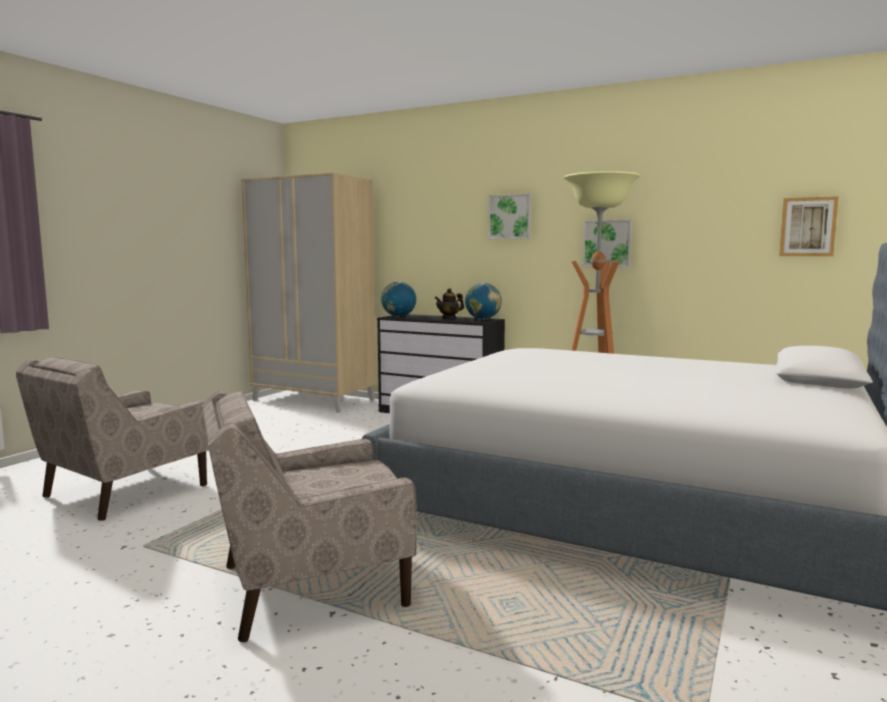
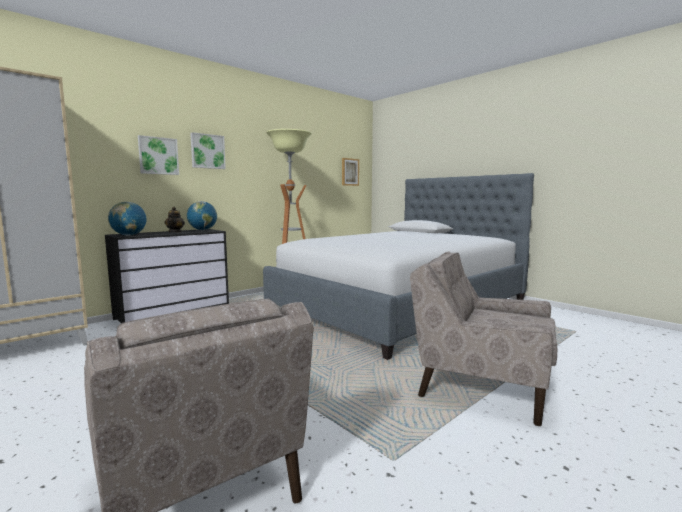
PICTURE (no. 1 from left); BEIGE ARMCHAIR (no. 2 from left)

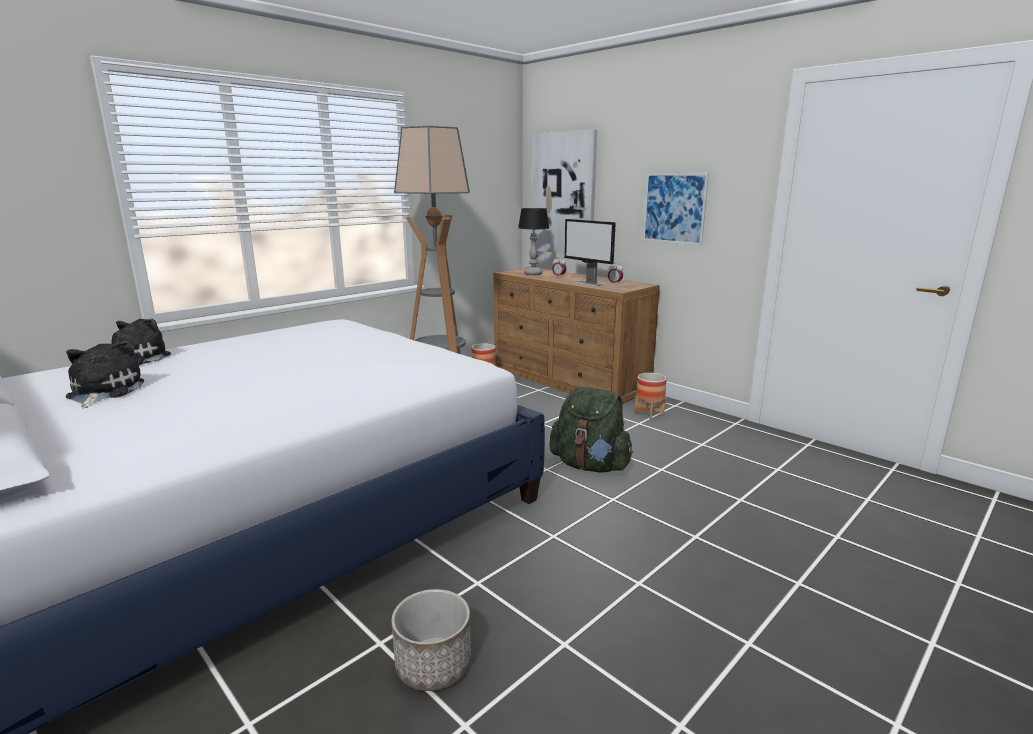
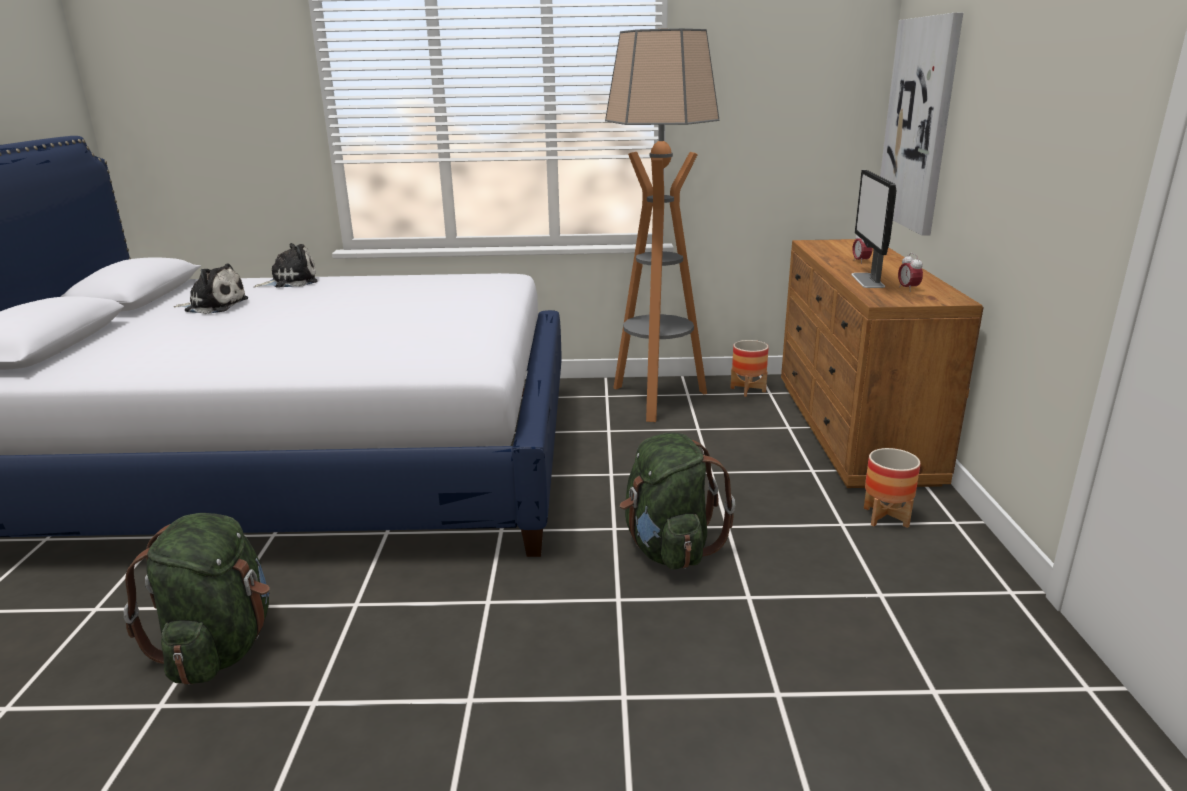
GREEN BACKPACK (no. 1 from left); PLUSH TOY (no. 1 from left); TABLE LAMP; PICTURE (no. 2 from left in the first image)

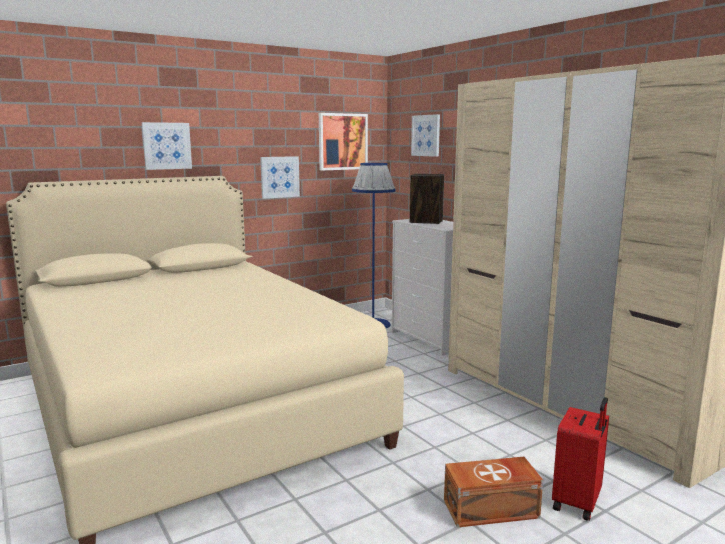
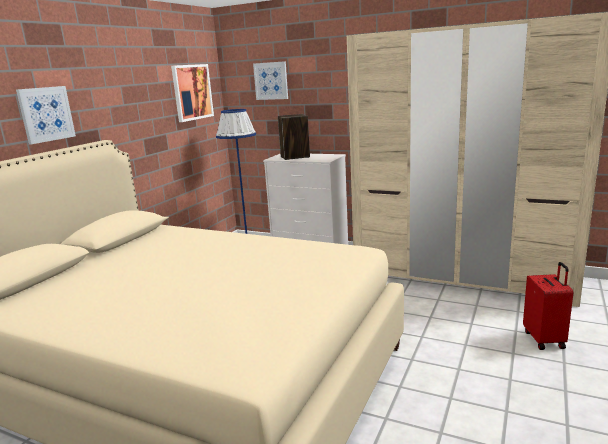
PICTURE (no. 2 from left in the first image); BROWN STORAGE BOX

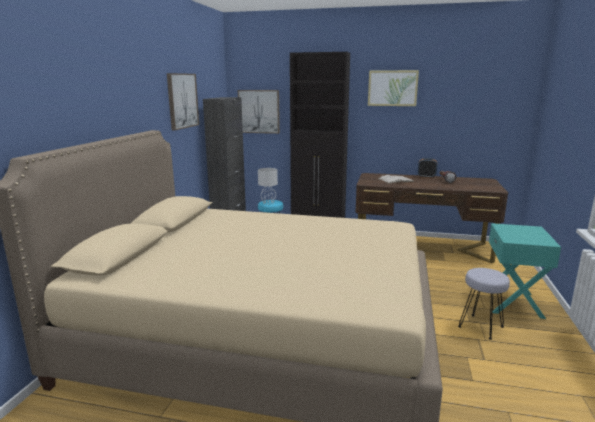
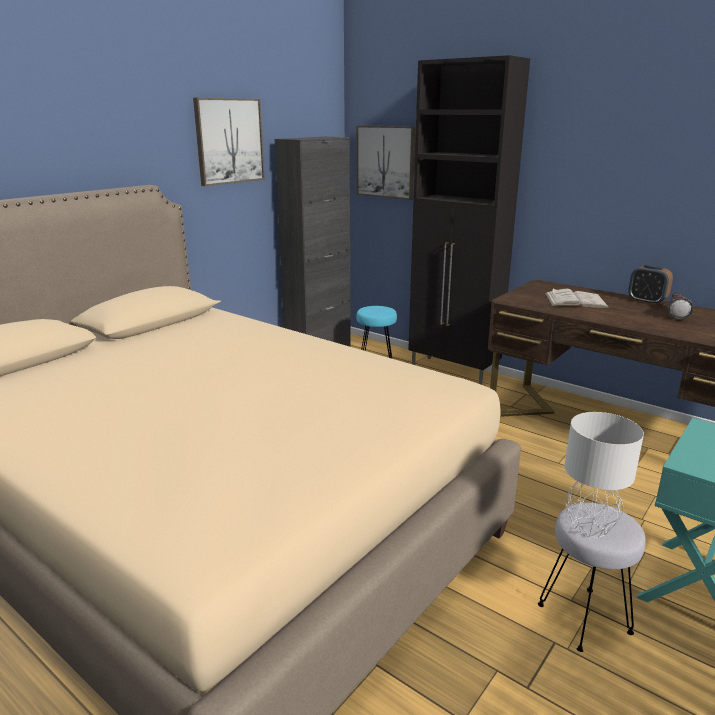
GREY TABLE LAMP; PICTURE (no. 3 from left in the first image)

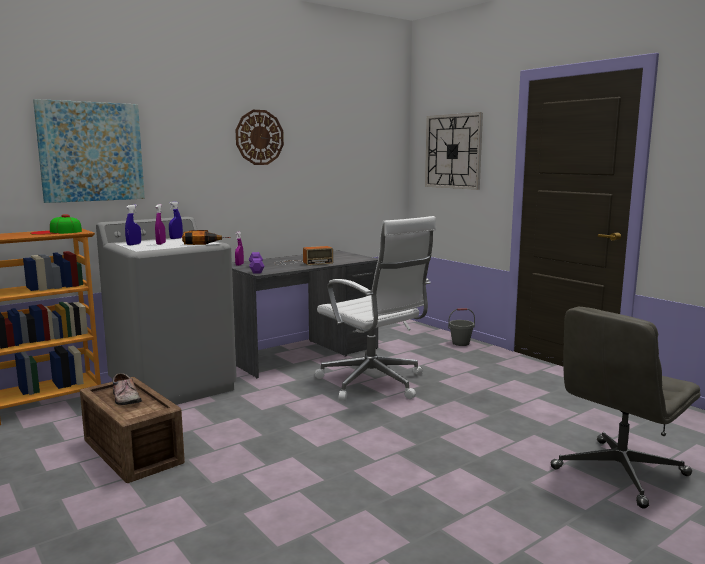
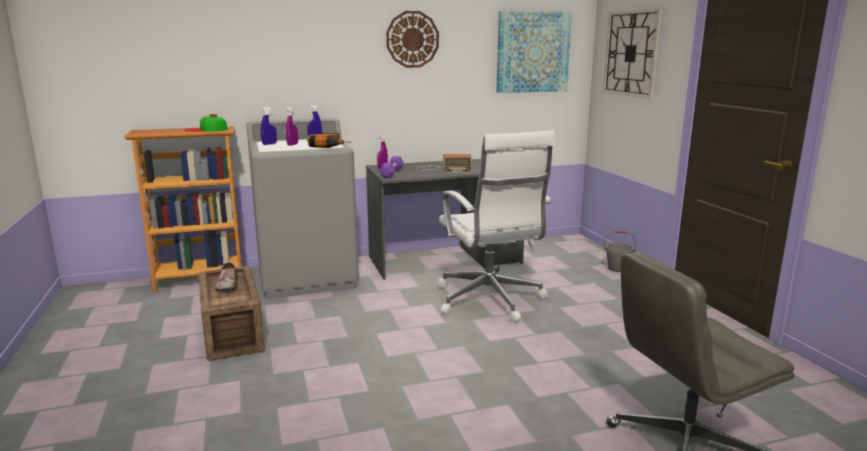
PICTURE

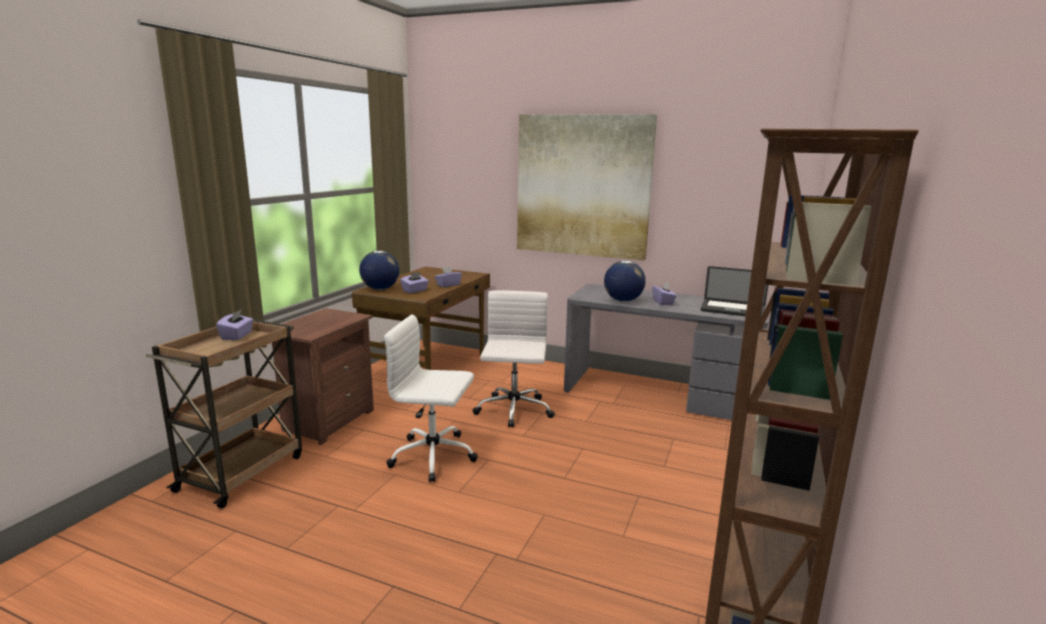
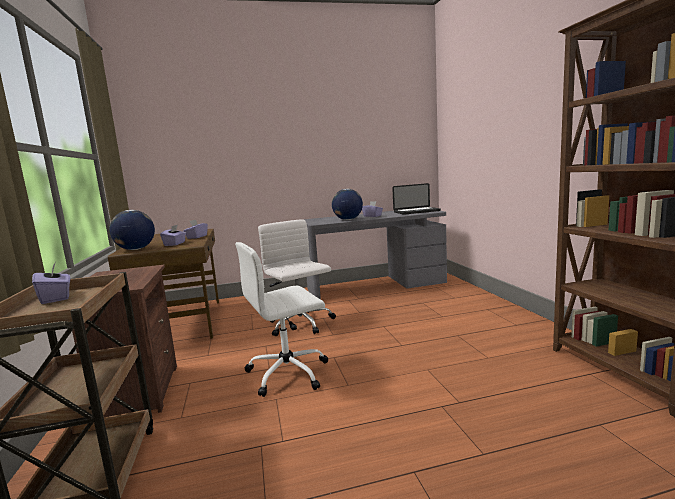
PICTURE

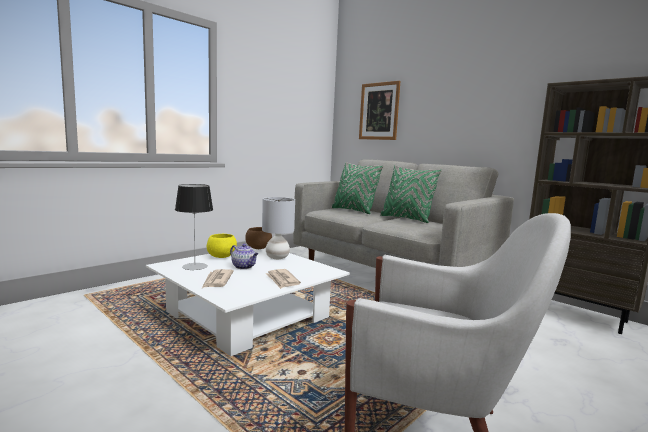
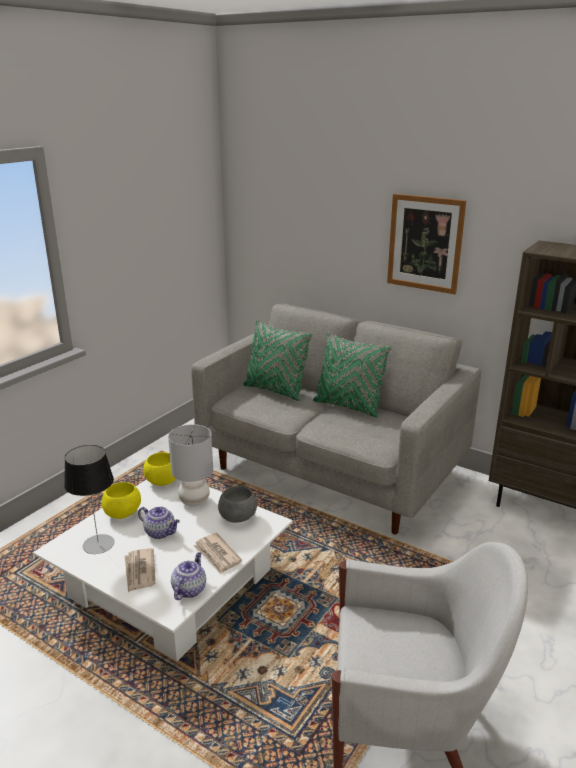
YELLOW BOWL (no. 2 from left); TEAPOT (no. 2 from left); GREY BOWL; PICTURE

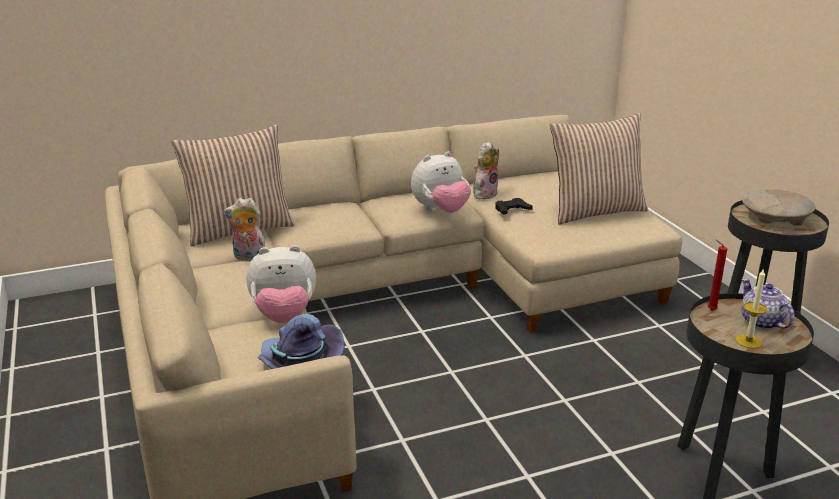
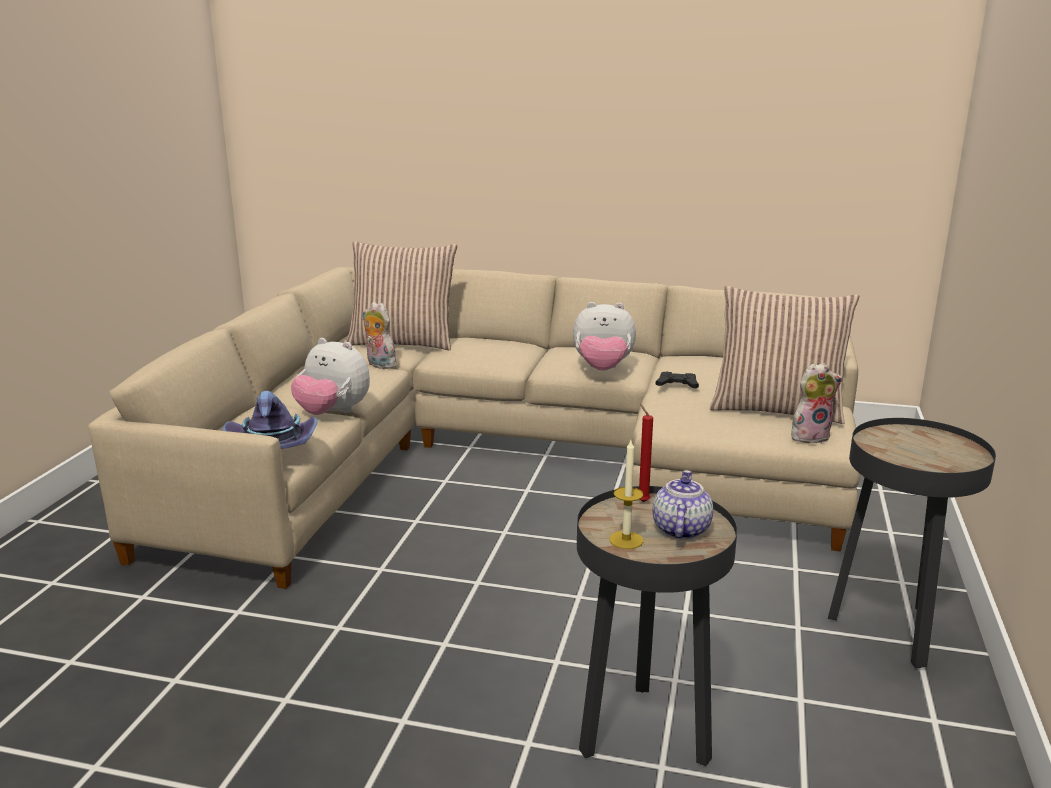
PLUSH TOY (no. 4 from left); BEIGE BOWL

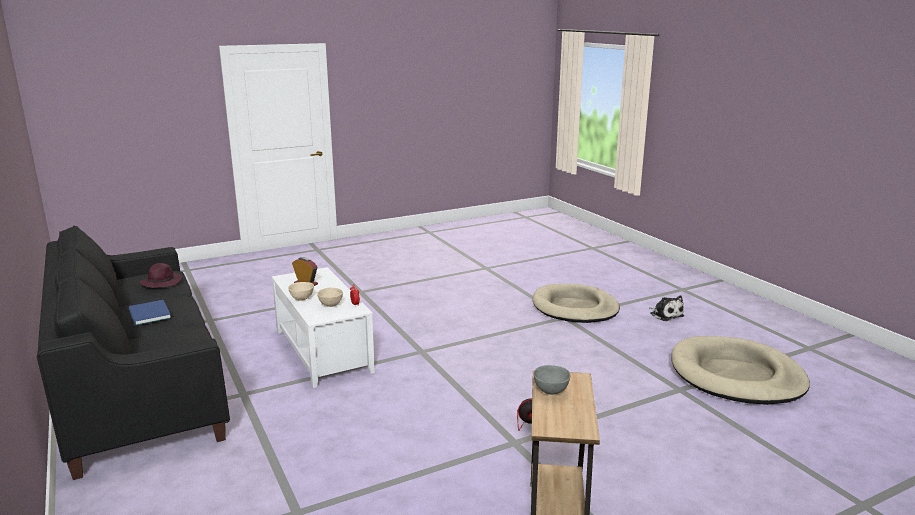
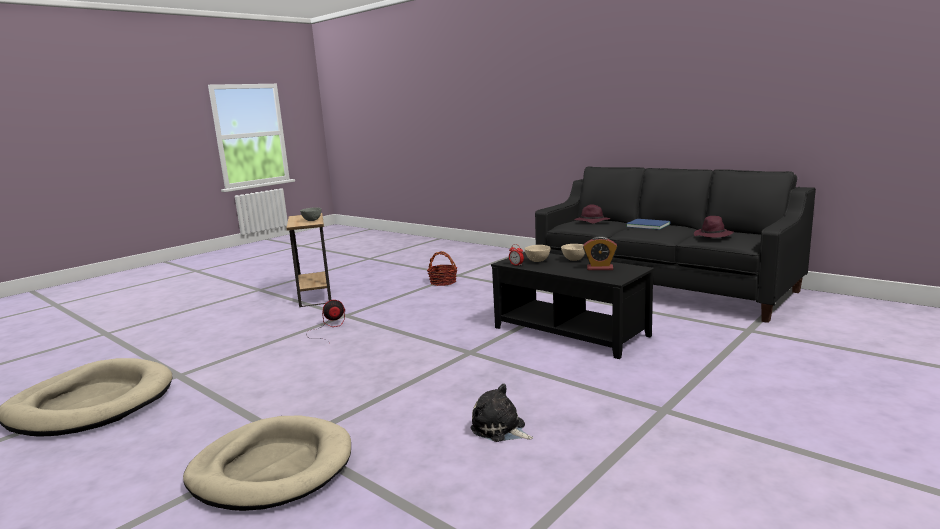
BASKET; PLUSH TOY; BLACK COFFEE TABLE; PURPLE HAT (no. 1 from left)

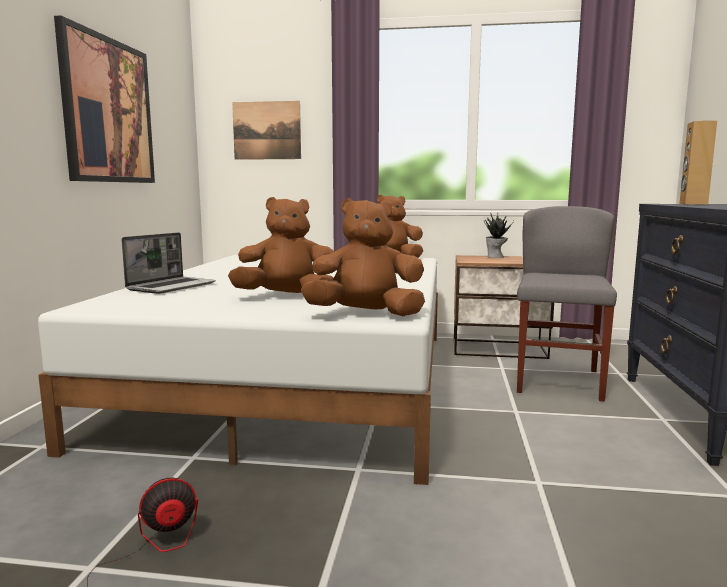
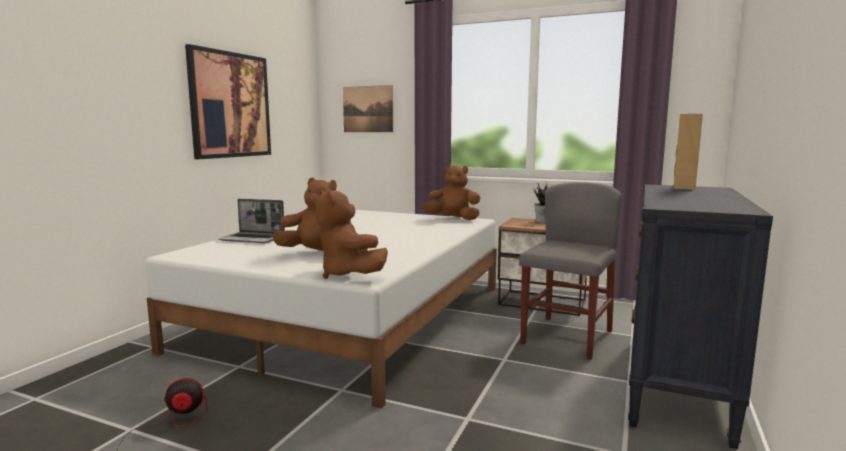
LAPTOP; BROWN PLUSH TOY (no. 2 from left)

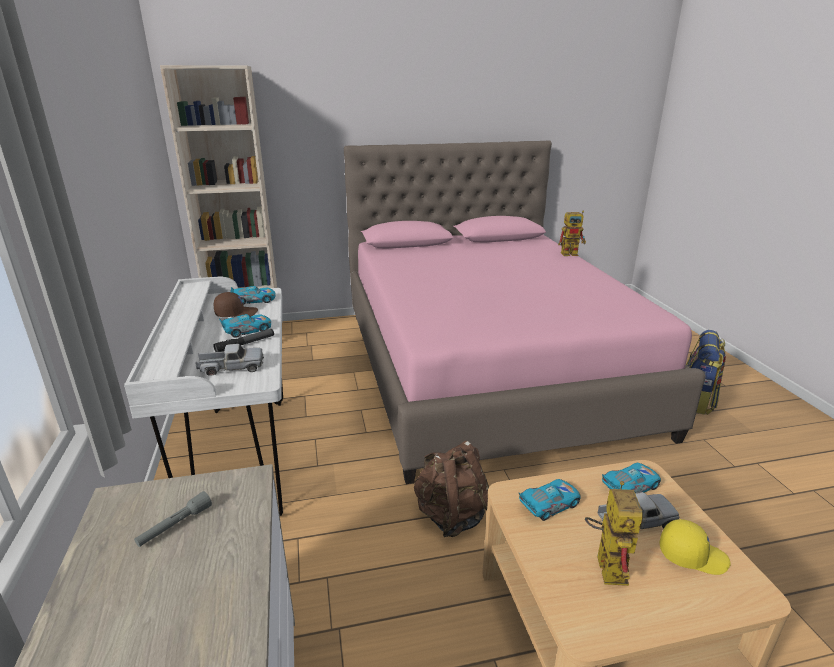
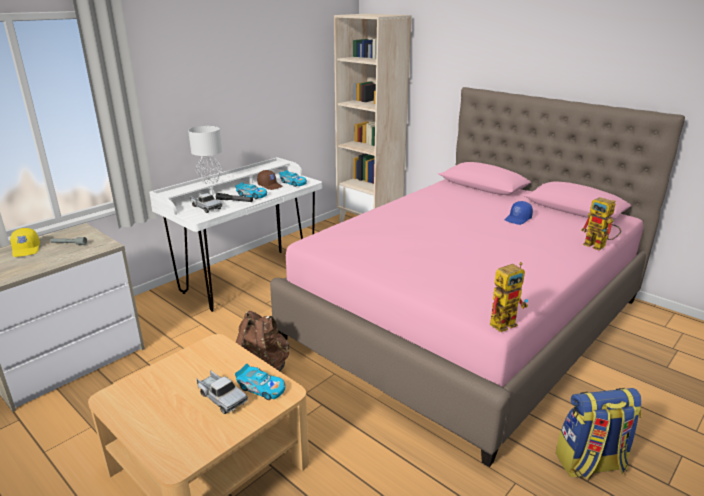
YELLOW CAP; GREY TABLE LAMP; TOY ROBOT (no. 1 from left); BLUE CAP; TOY CAR (no. 3 from left in the first image)

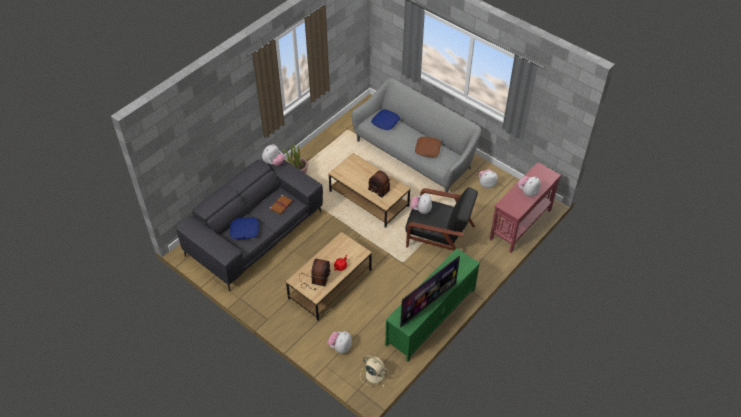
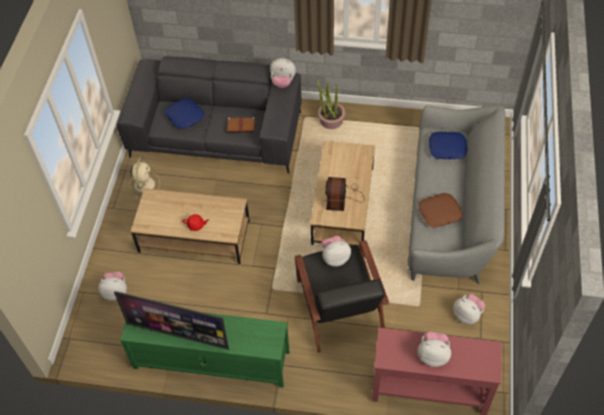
BEIGE FAN; RADIO (no. 1 from left in the first image)

